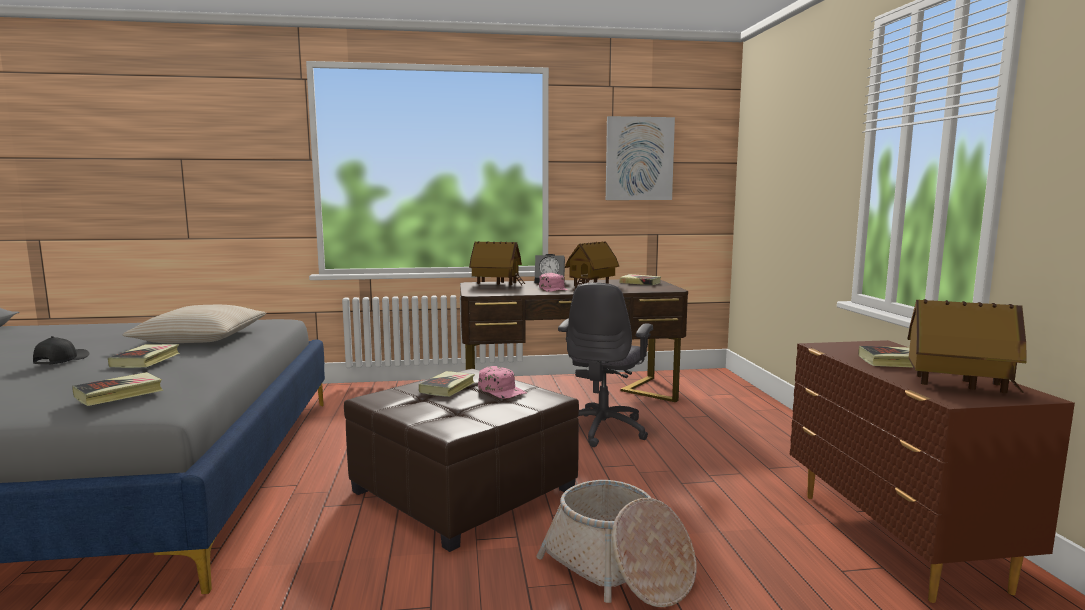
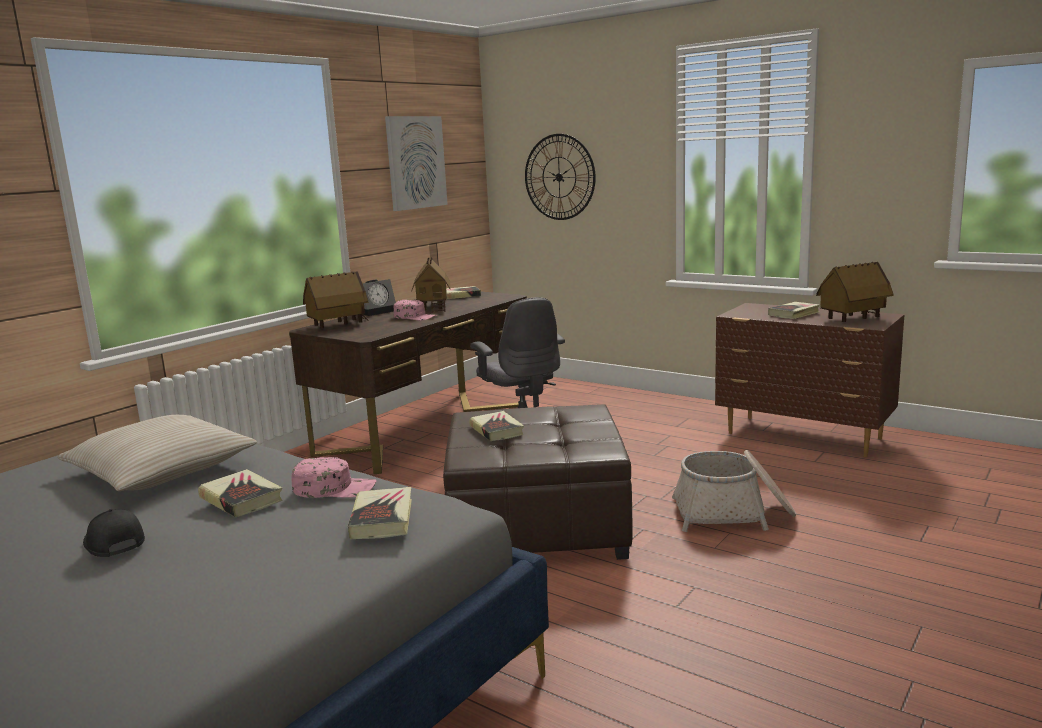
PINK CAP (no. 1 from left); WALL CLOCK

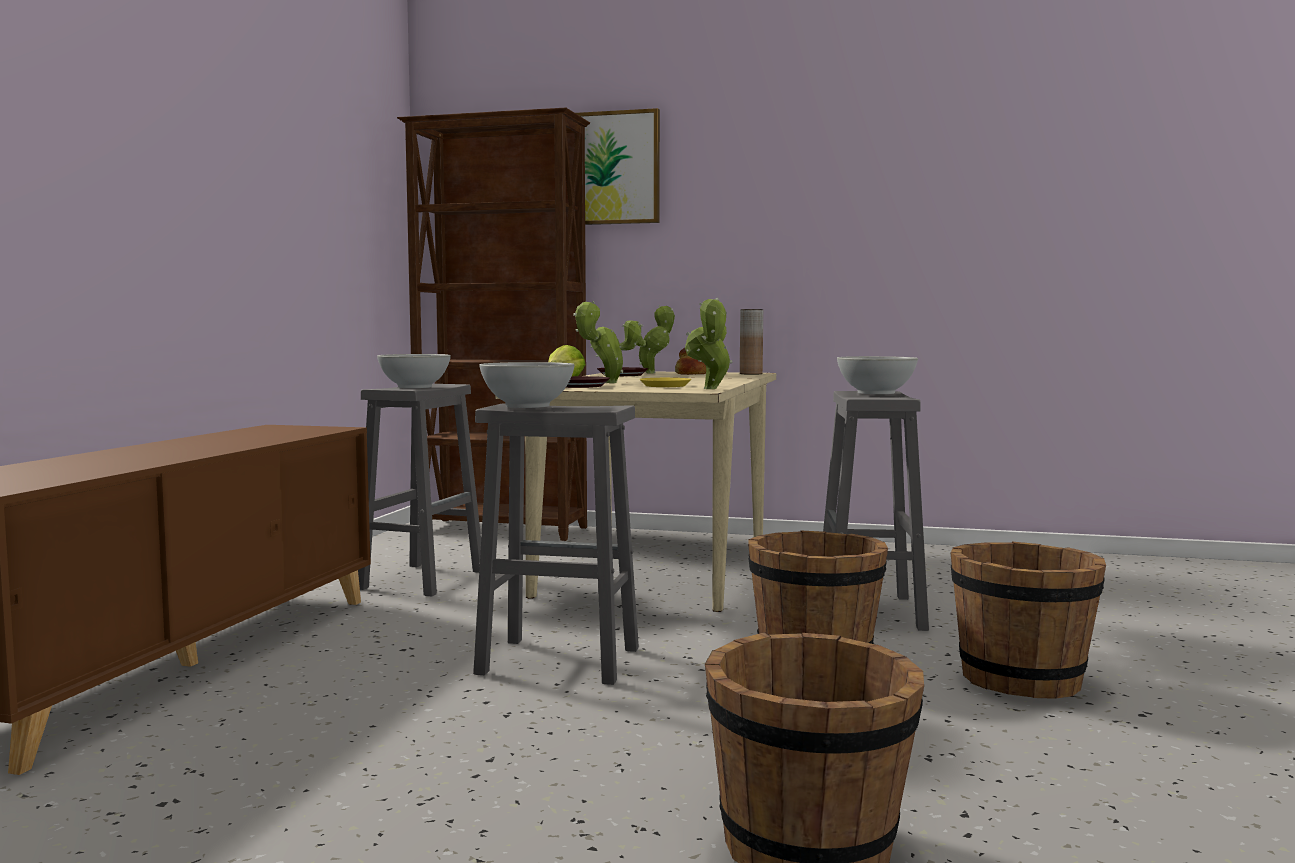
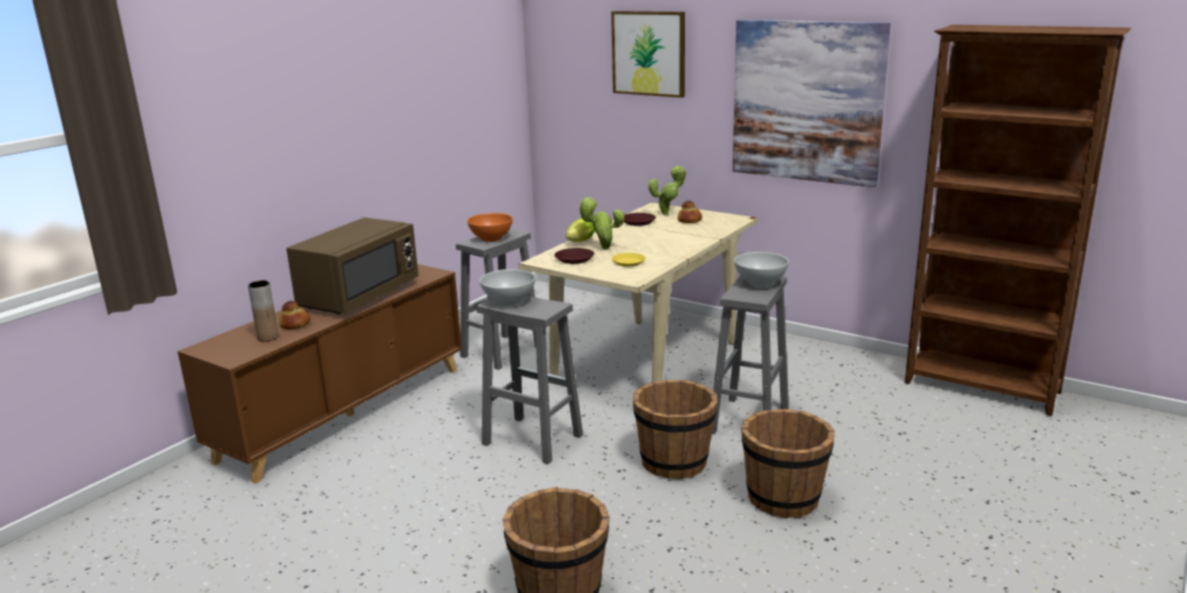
BROWN VASE; BREAD (no. 1 from left); BROWN MICROWAVE; ORANGE BOWL; PICTURE (no. 2 from left); BROWN BOOKCASE; POTTED PLANT (no. 3 from left in the first image)

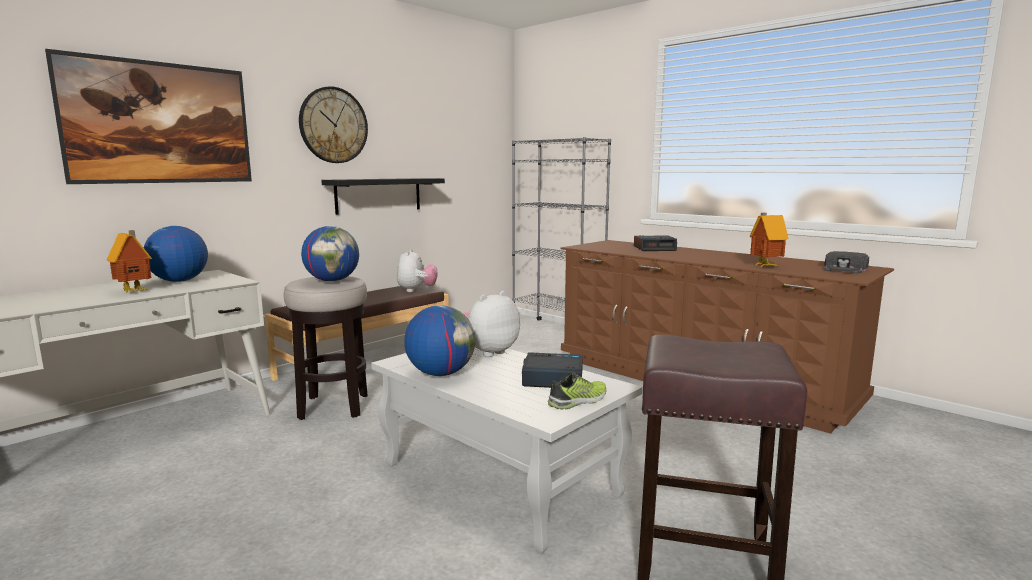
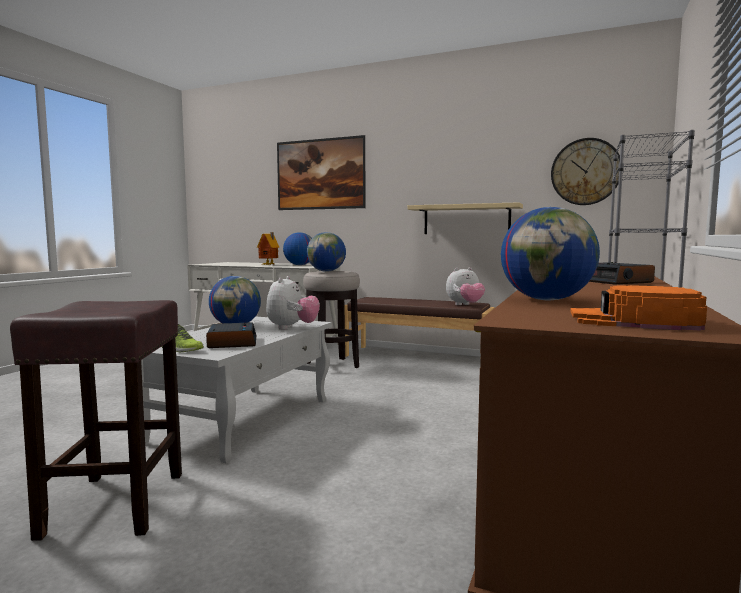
PLUSH TOY (no. 1 from left); BEIGE SHELF; GLOBE (no. 4 from left); WALL CLOCK; ORANGE CAP

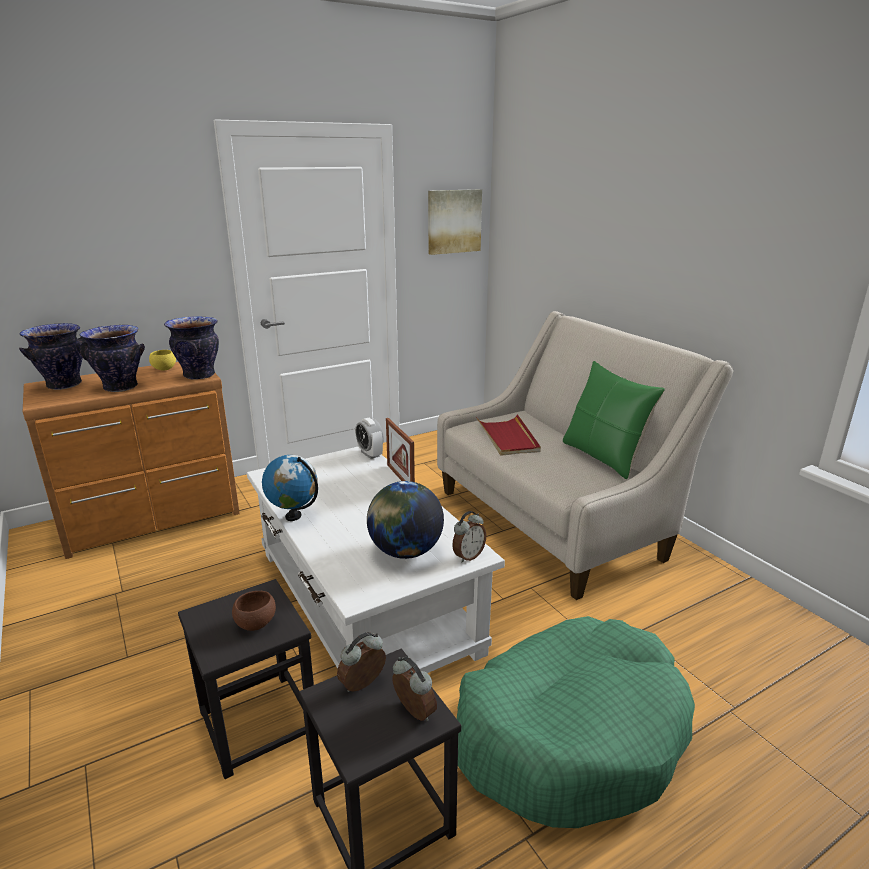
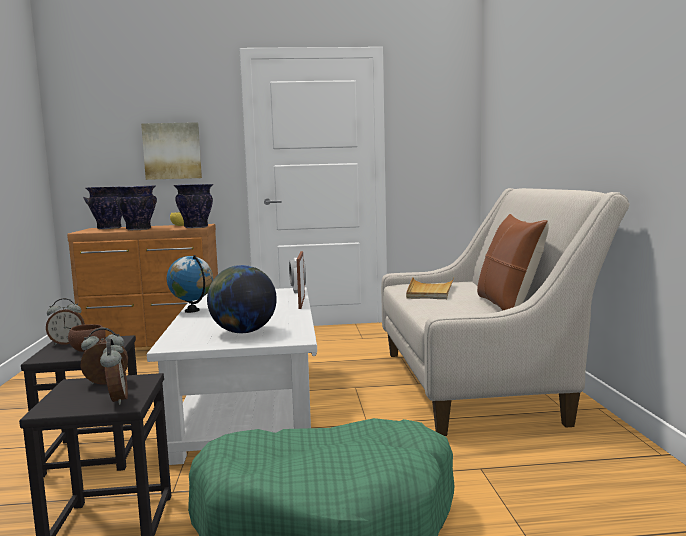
ALARM CLOCK (no. 1 from left); PICTURE; BEIGE TRAY; BROWN PILLOW

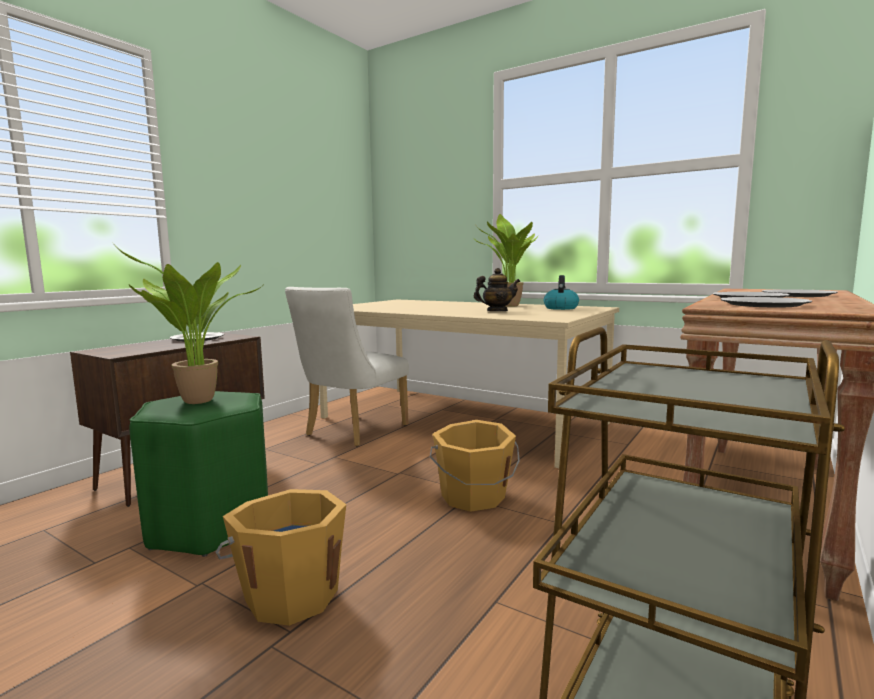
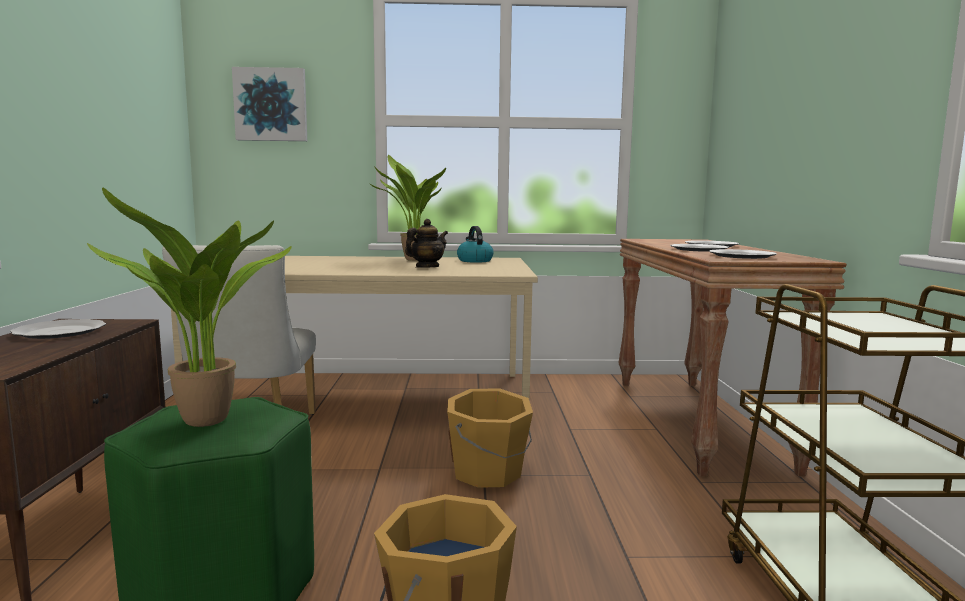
PICTURE

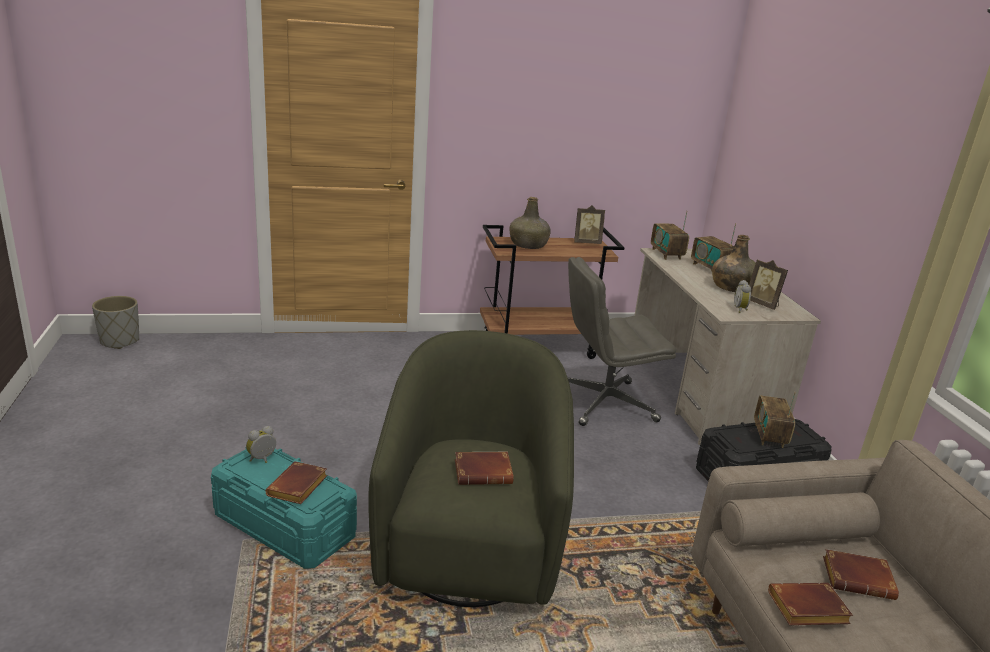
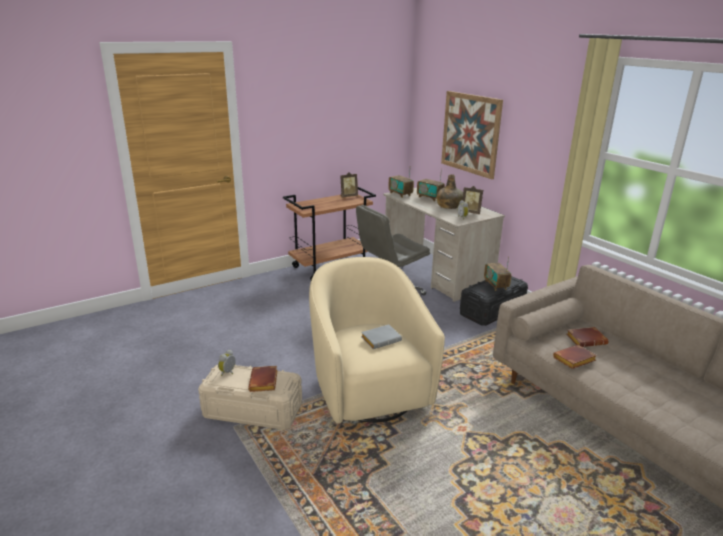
BEIGE STORAGE BOX; BEIGE ARMCHAIR; GREY BOOK; PICTURE; GREY PLANTER; GREEN BOTTLE (no. 1 from left in the first image)

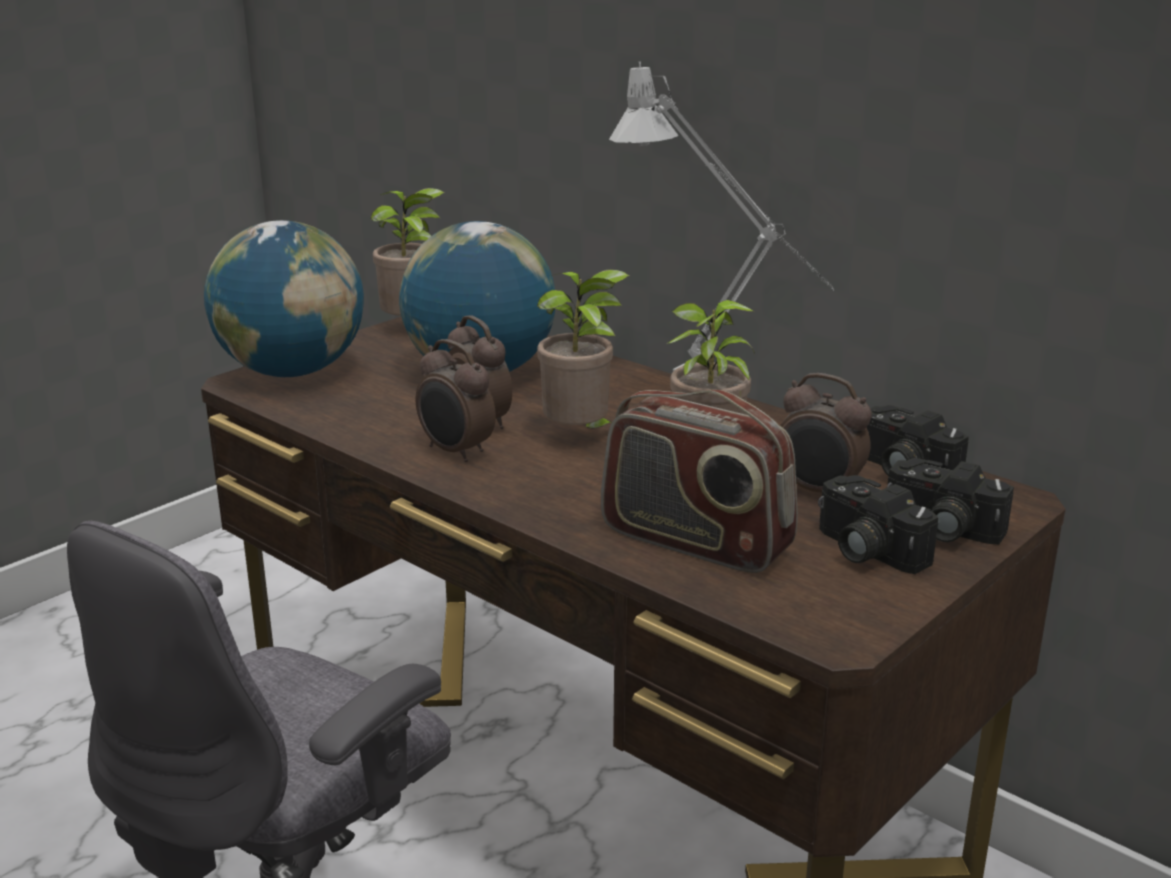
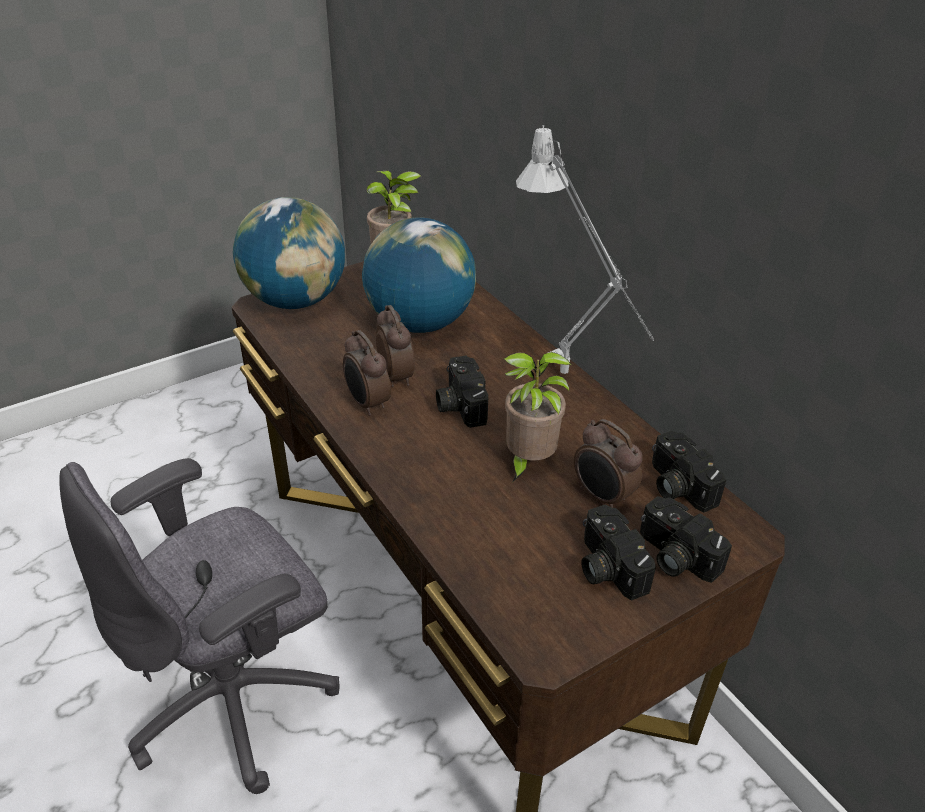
PHOTO CAMERA (no. 1 from left); RADIO

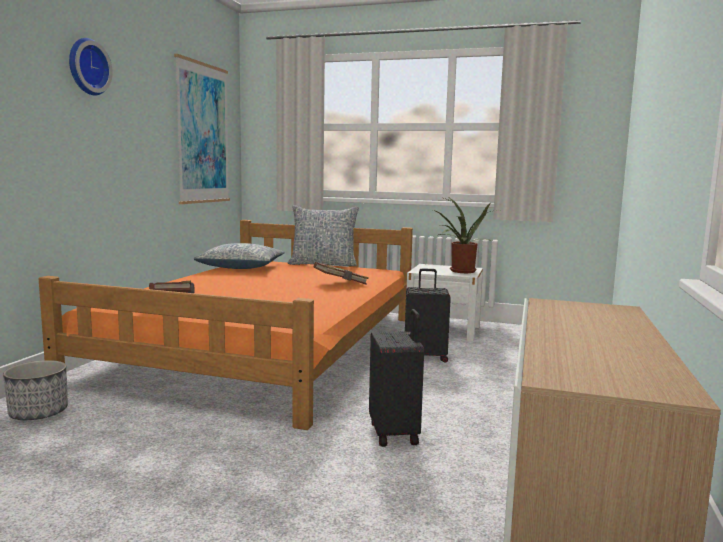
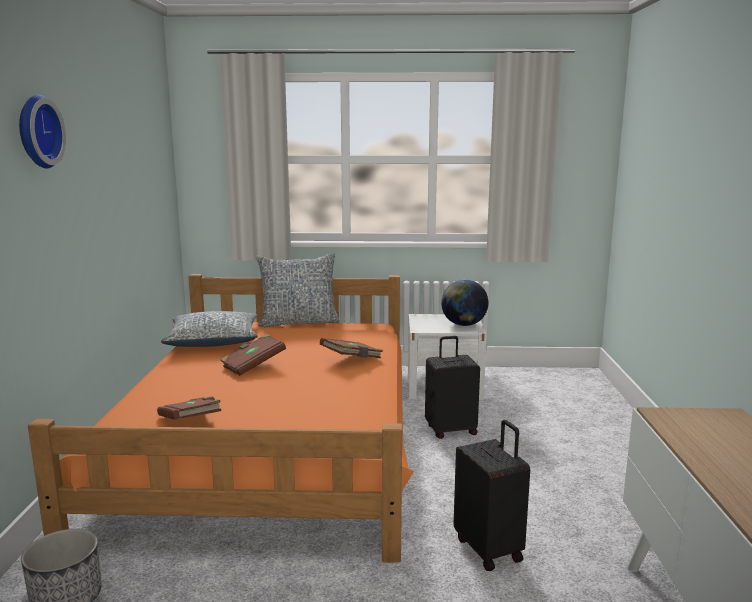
BROWN BOOK (no. 2 from left); GLOBE; PICTURE

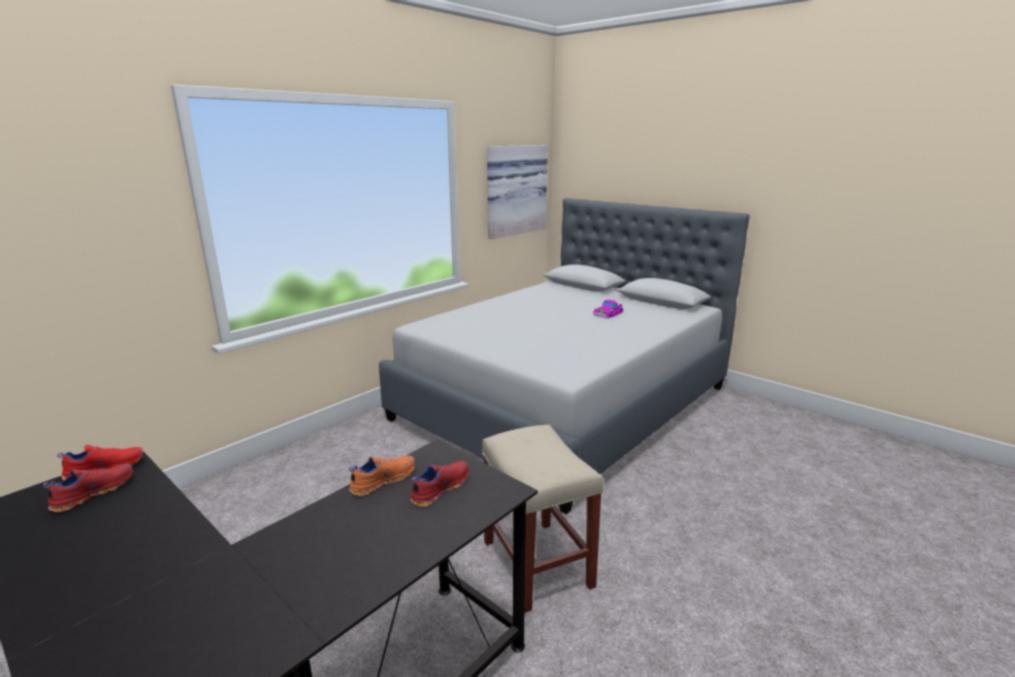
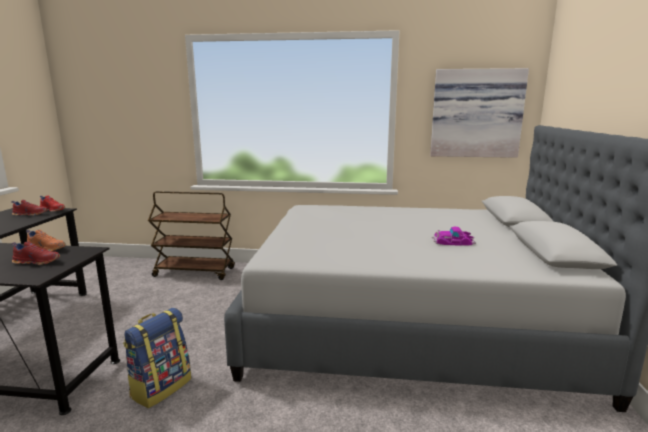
BACKPACK; BROWN CART

